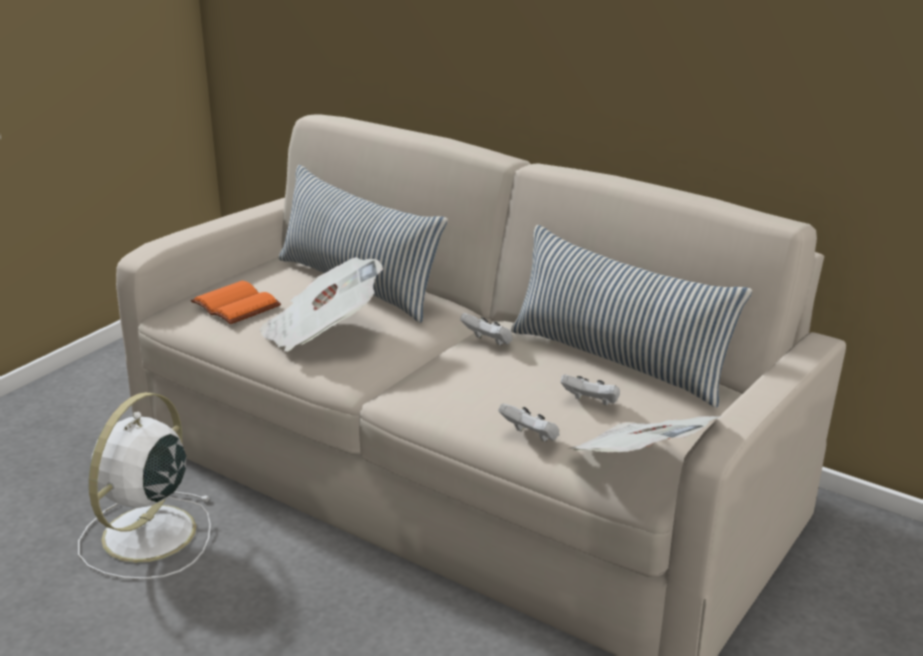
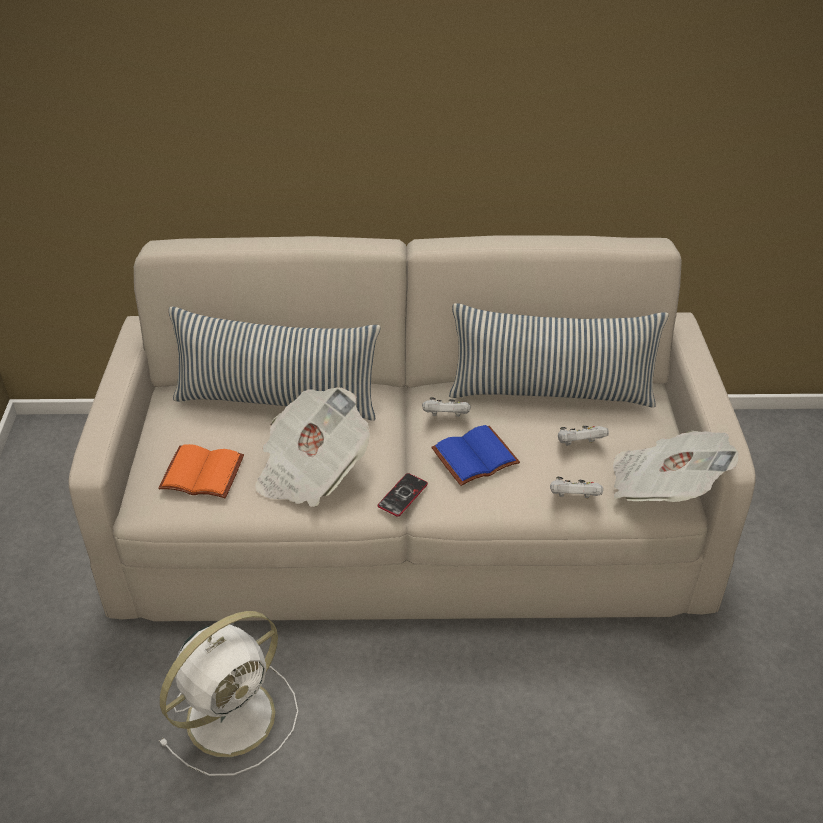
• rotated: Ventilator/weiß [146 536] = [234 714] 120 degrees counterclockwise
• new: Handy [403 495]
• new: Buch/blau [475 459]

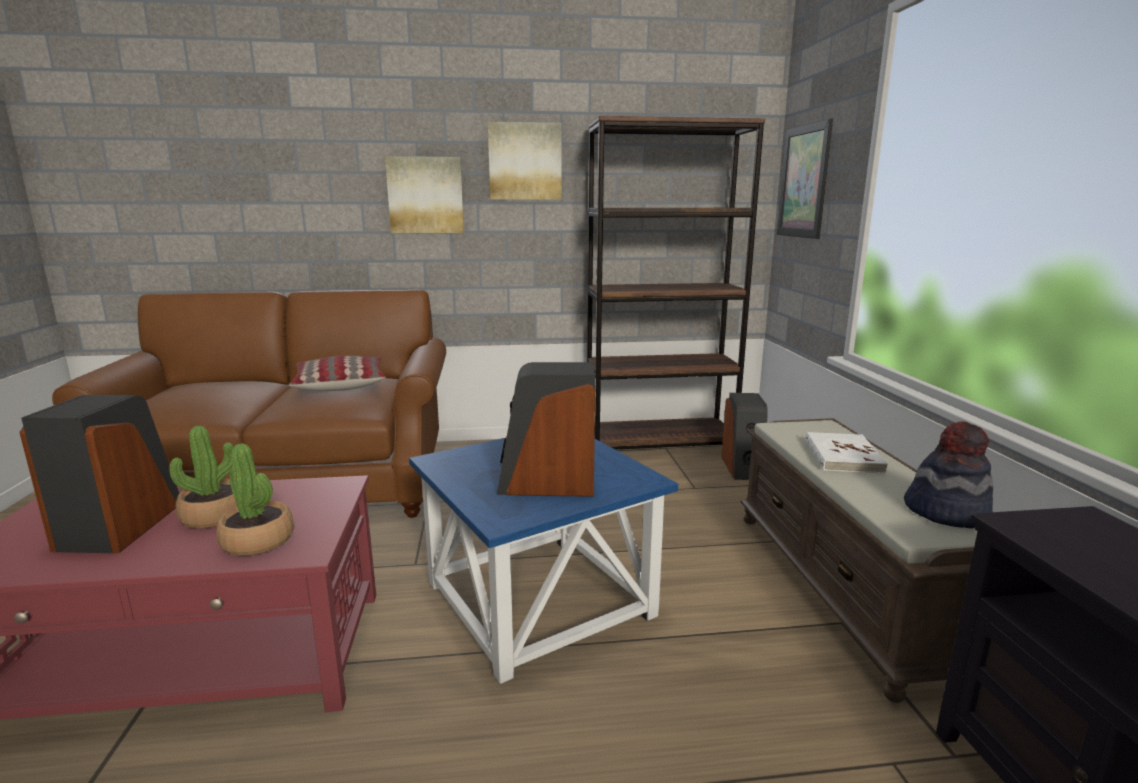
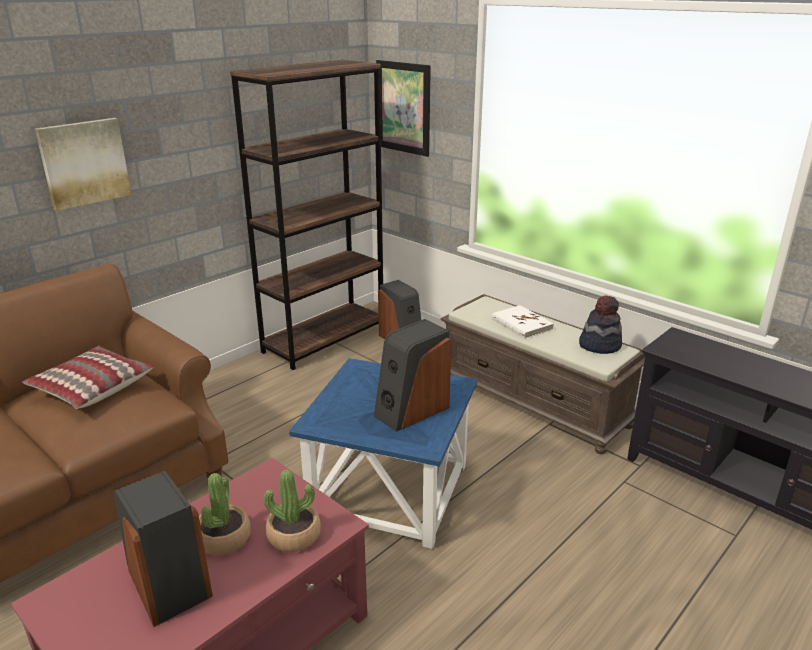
• gone: Bild [525 161]

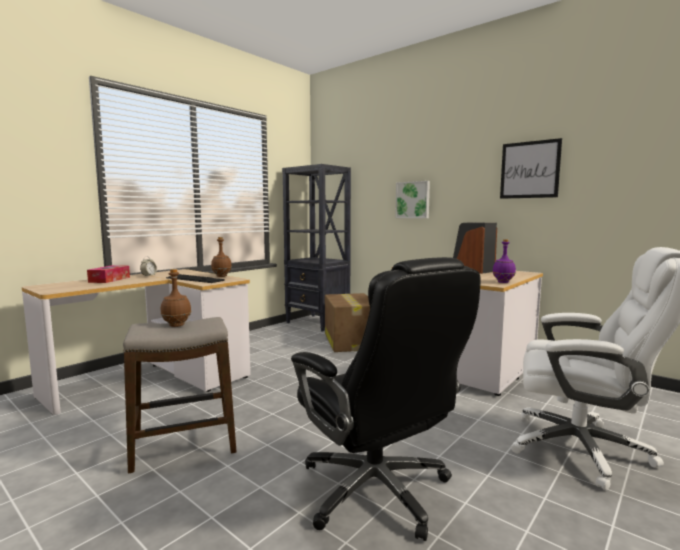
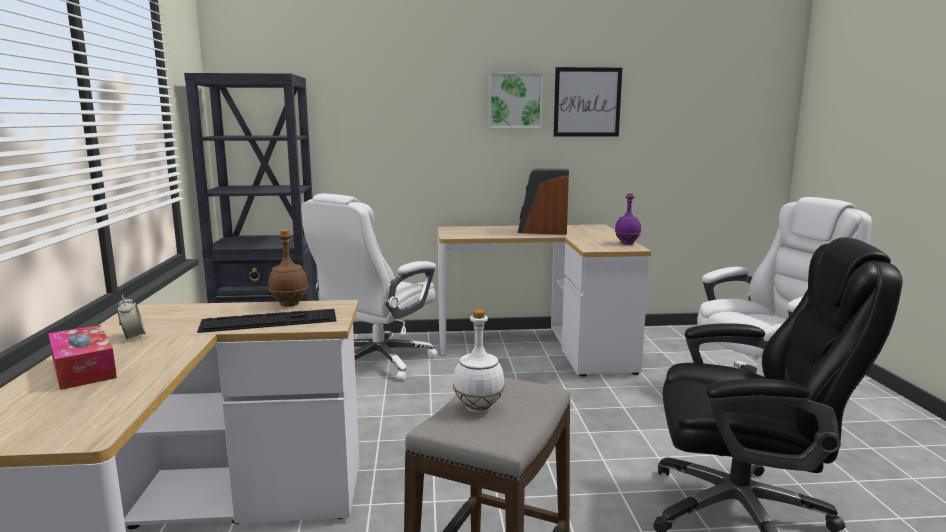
• swapped: Karton [349 341] to Bürostuhl/weiß [376 362]
• repainted: Flasche/braun [176 325] to Flasche/weiß [479 408]
• shifted: Bild [413 200] to [515 100]

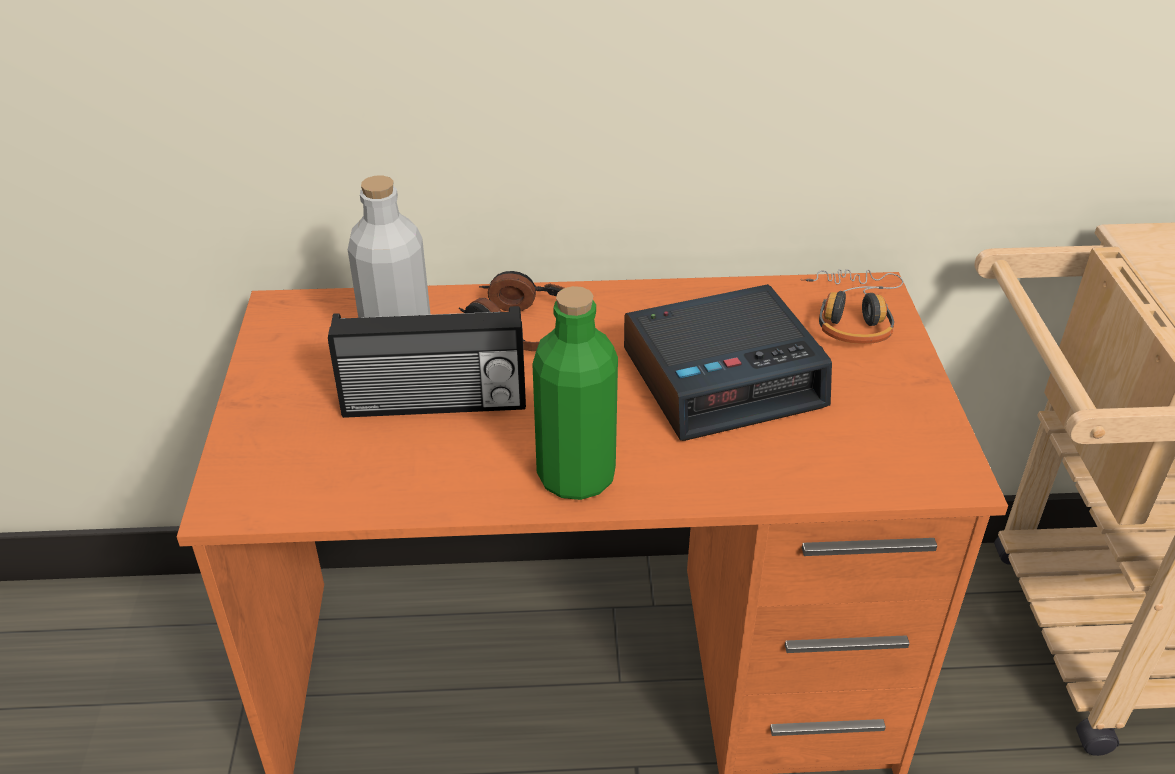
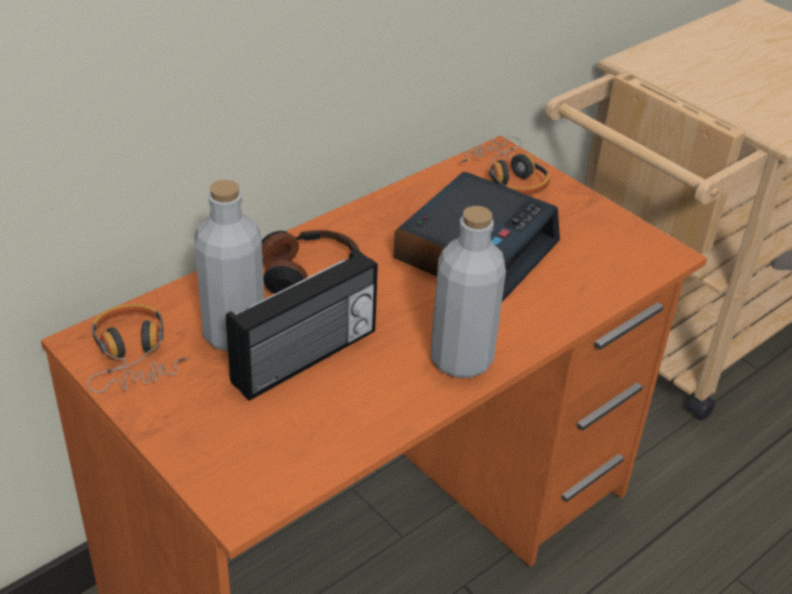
• new: Kopfhörer [134 357]
• repainted: Flasche/grün [576 476] to Flasche/grau [461 360]

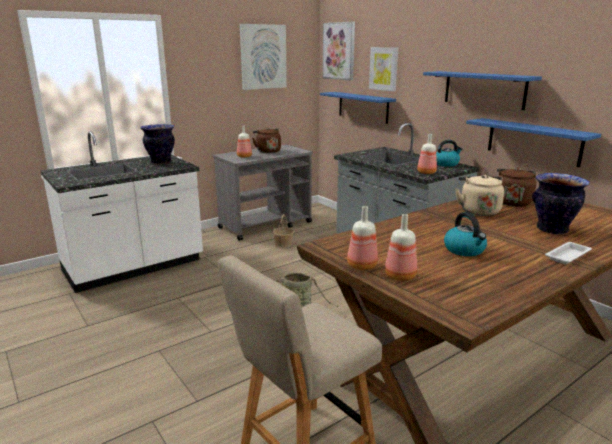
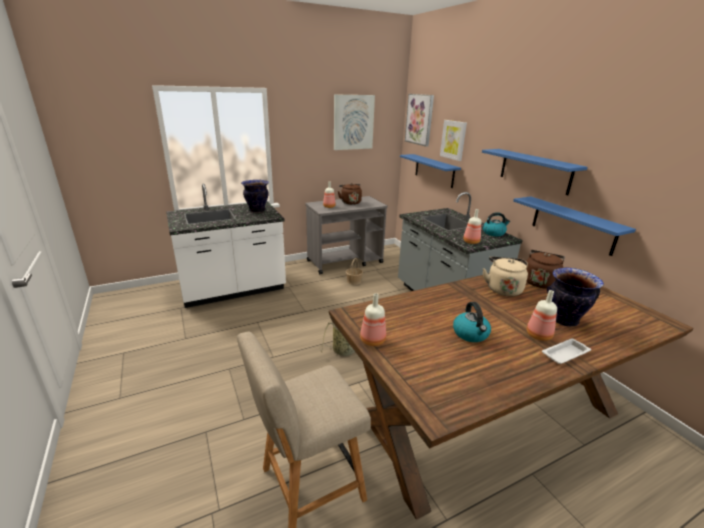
• shifted: Flasche [401 276] to [539 336]

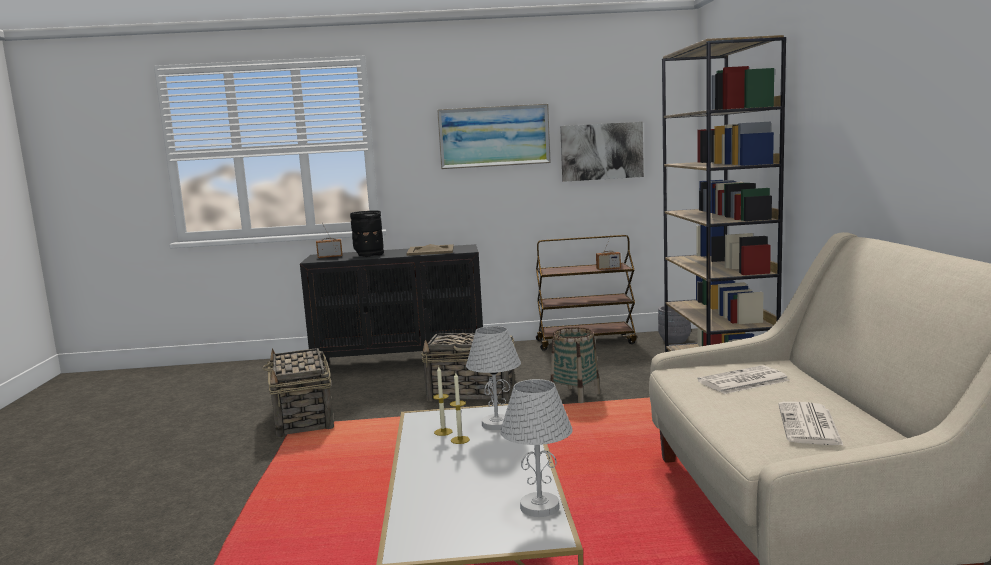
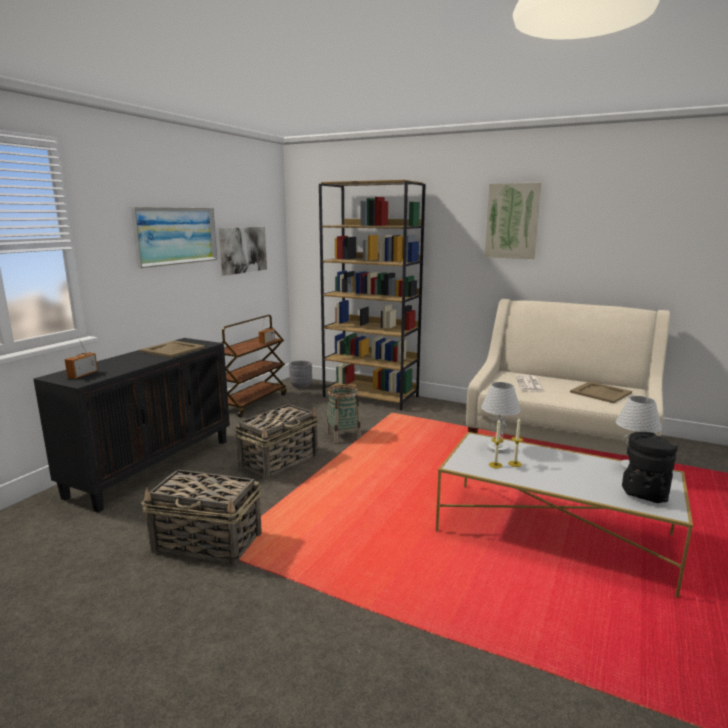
• new: Bild [512 221]
• swapped: Zeitung [810 425] to Tablett/beige [601 392]
• shifted: Vase/schwarz [369 254] to [643 495]

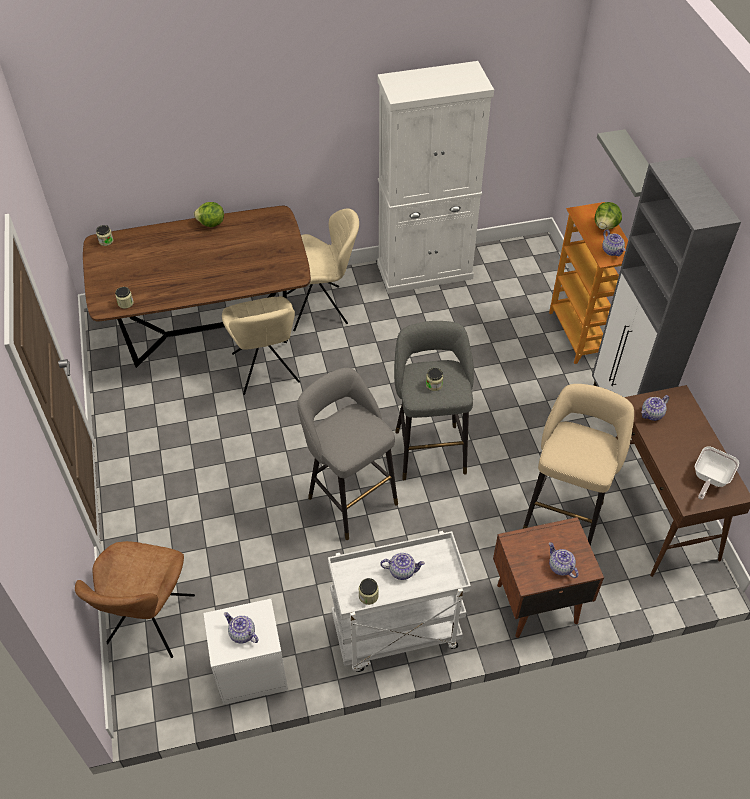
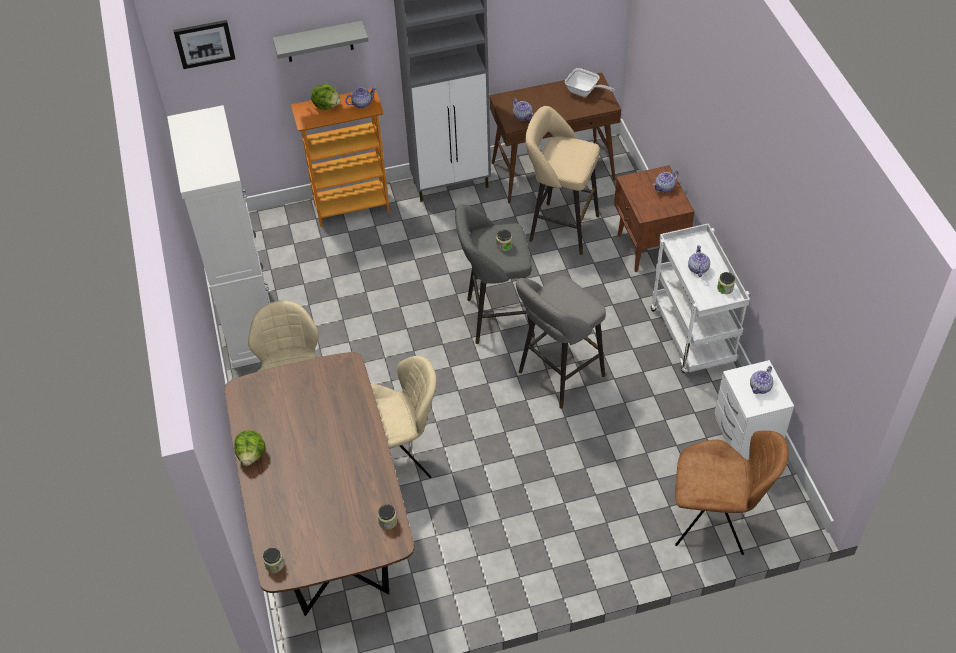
• new: Bild [204 43]

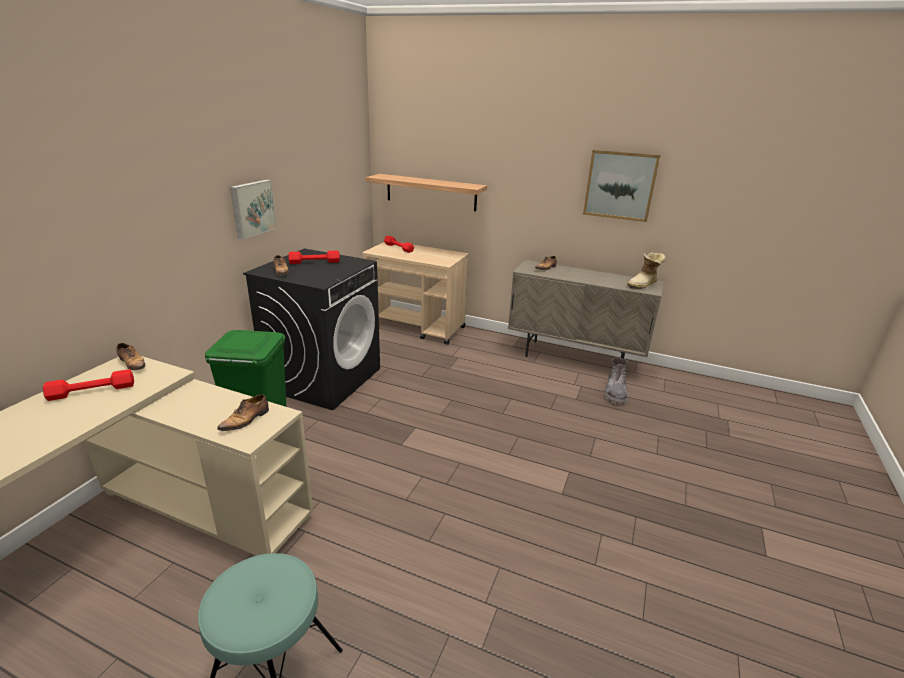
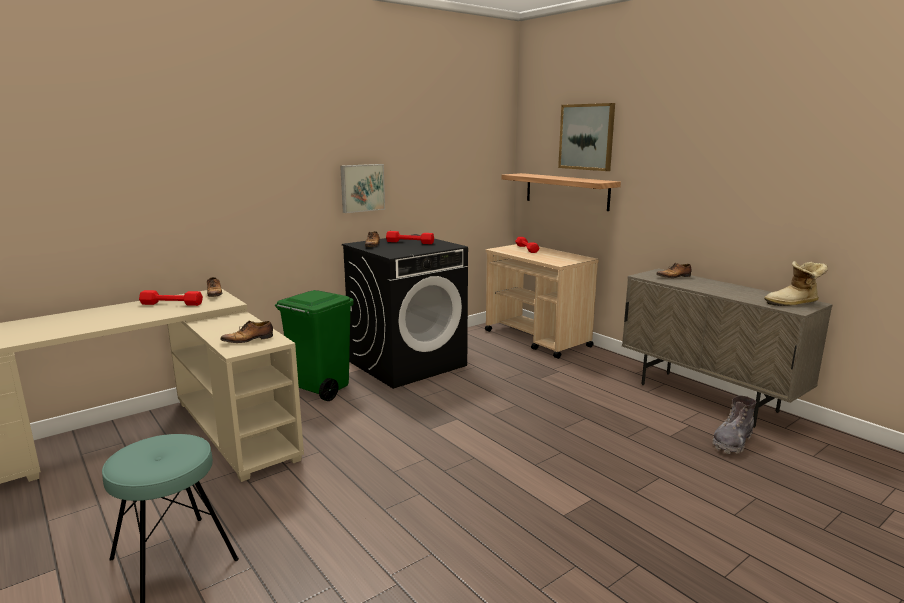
• shifted: Bild [620 185] to [586 137]

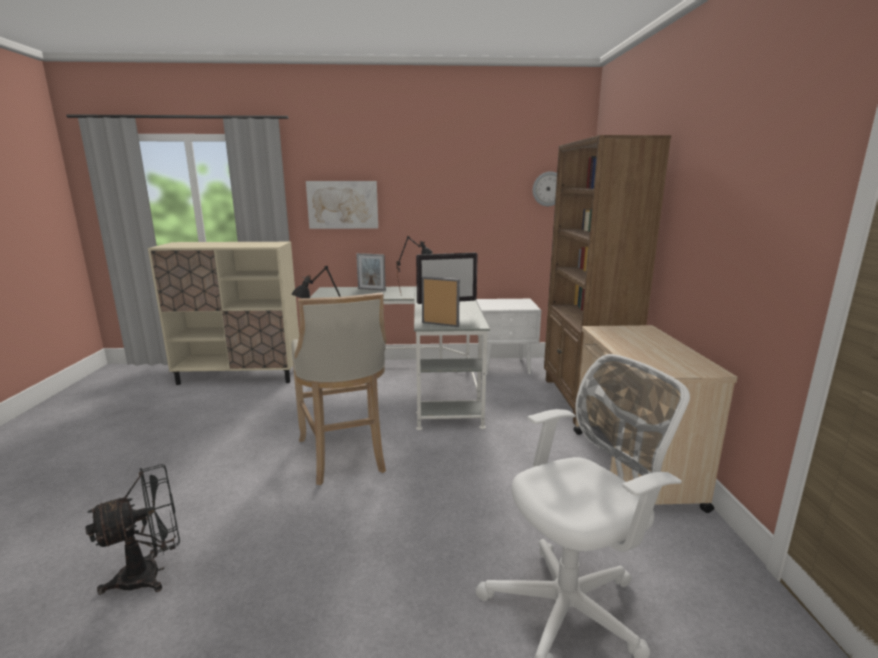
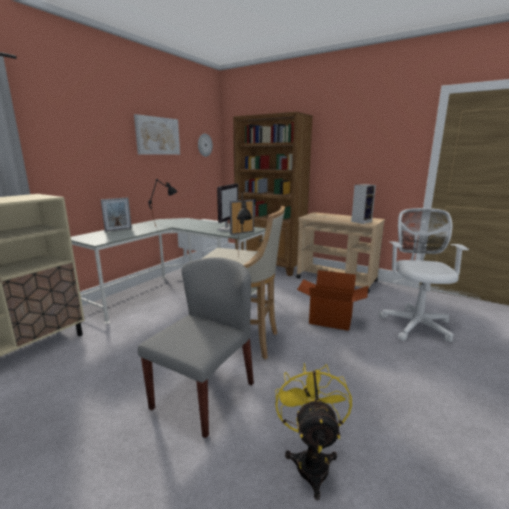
• shifted: Bild [343 204] to [157 136]
• new: Stuhl/grau [204 394]
• repainted: Ventilator/schwarz [151 573] to Ventilator/gelb [311 460]
• new: Karton [330 320]
• new: Lautsprecher [361 221]

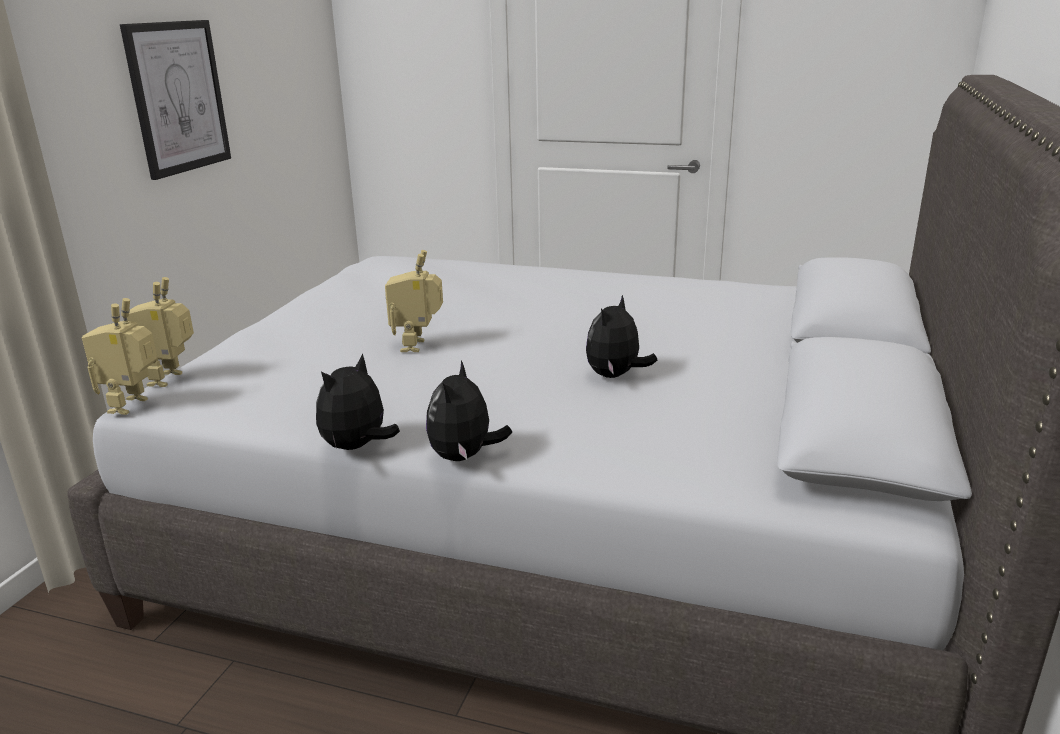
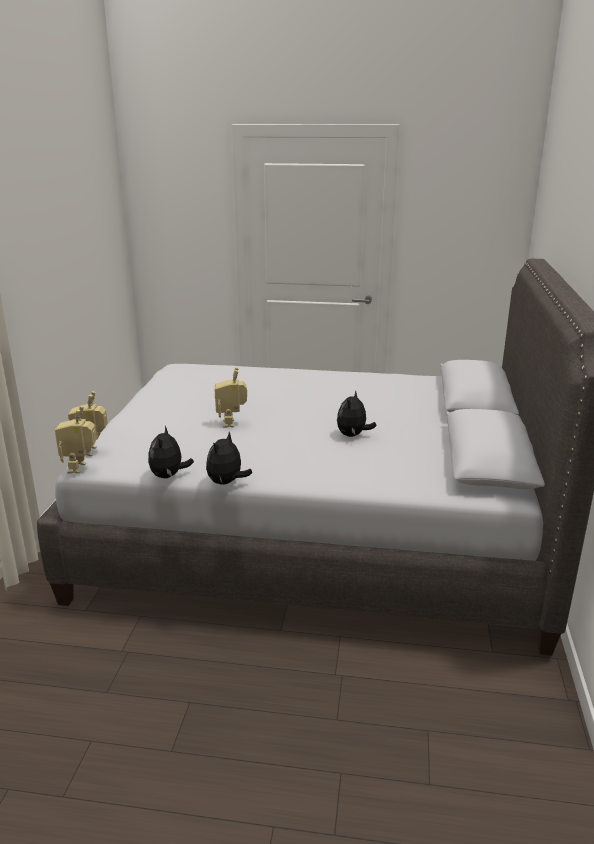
• shifted: Plüschtier [464 457] to [169 476]
• gone: Bild [178 97]

